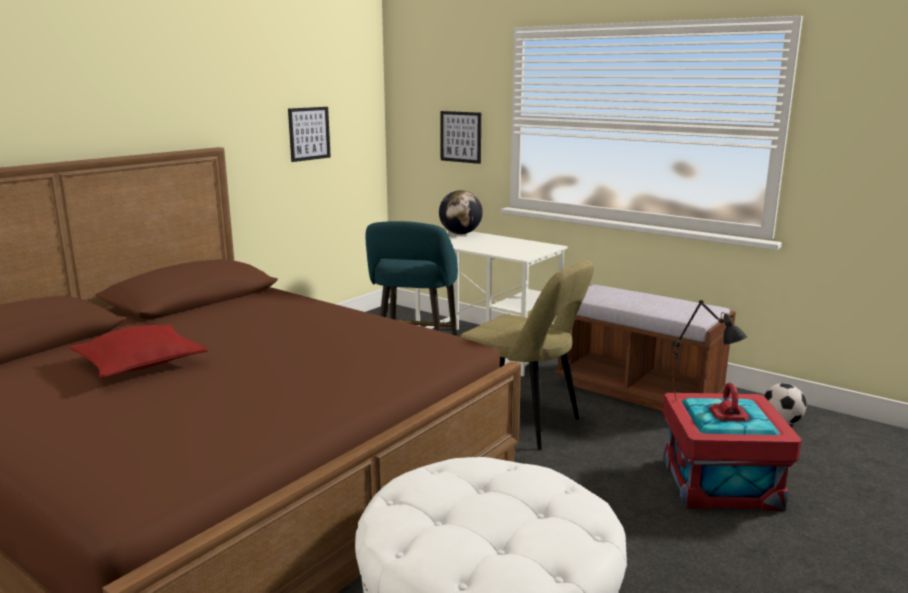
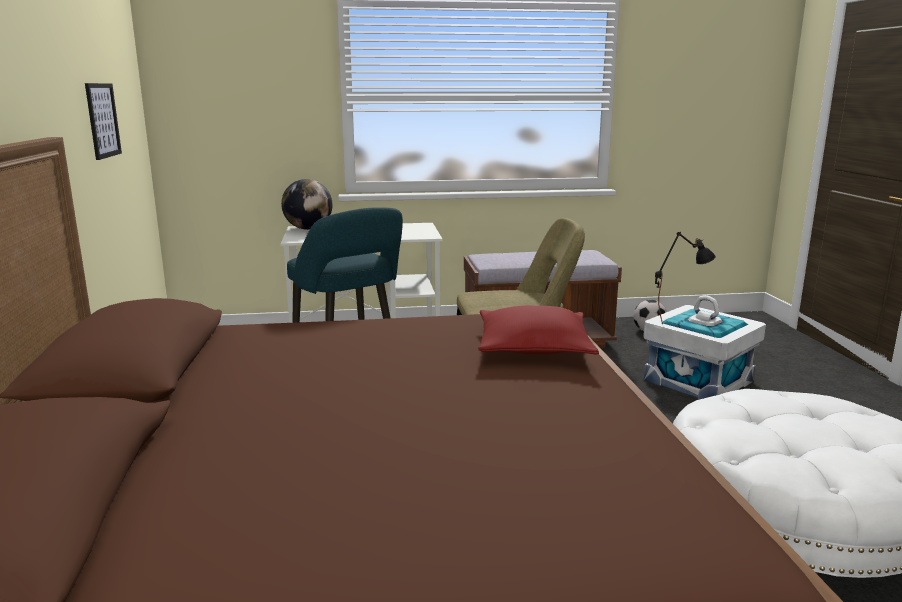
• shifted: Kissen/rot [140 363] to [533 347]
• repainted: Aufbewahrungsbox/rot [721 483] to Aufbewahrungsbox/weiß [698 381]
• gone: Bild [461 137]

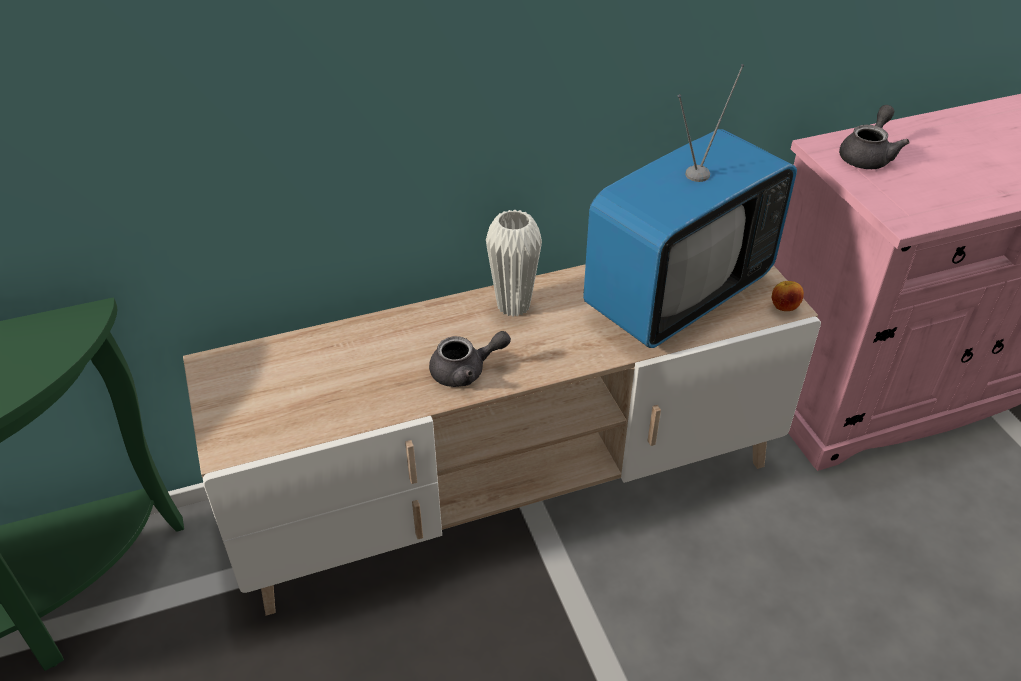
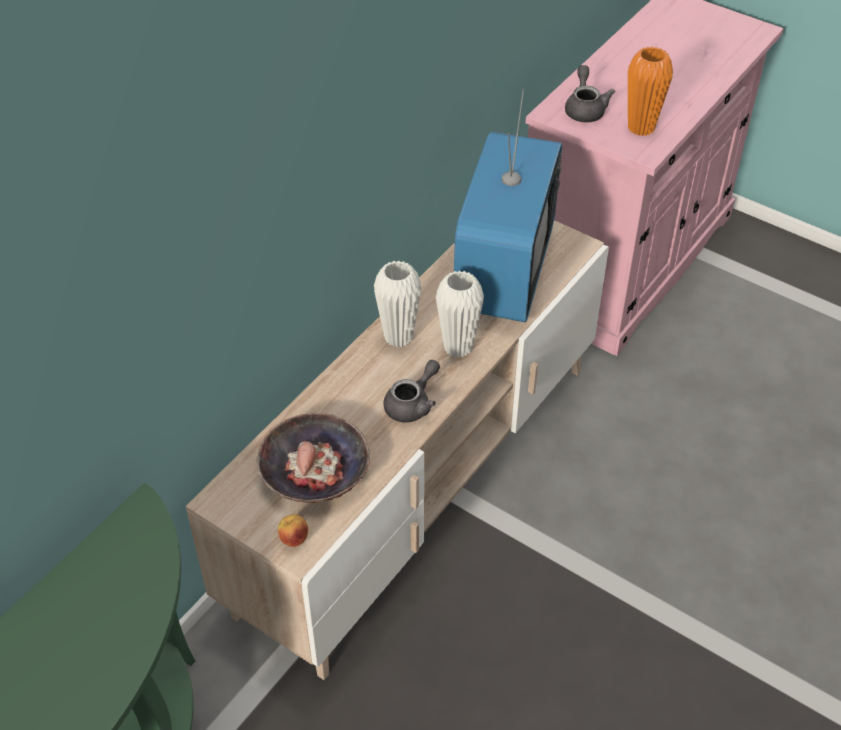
• new: Schüssel [315 471]
• shifted: Apfel [784 307] to [293 539]
• new: Vase/weiß [458 347]
• new: Vase/orange [641 128]

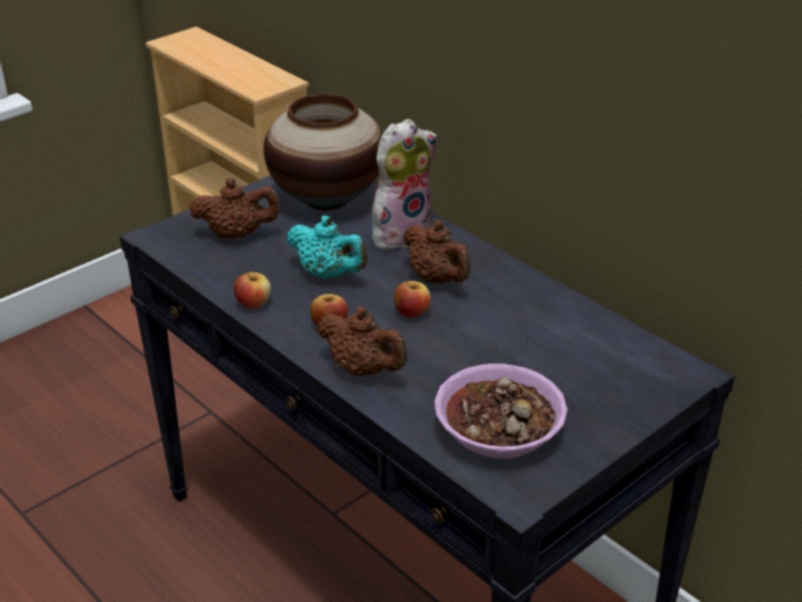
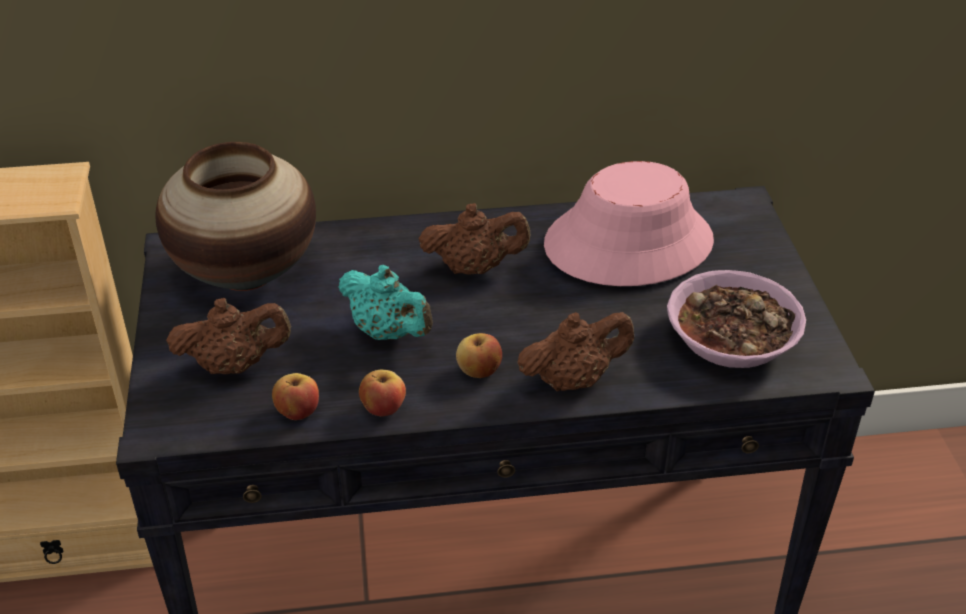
• rotated: Teekanne/braun [237 234] = [234 365] 45 degrees clockwise
• shifted: Apfel [411 312] to [297 411]
• rotated: Teekanne/türkis [328 274] = [388 332] 60 degrees clockwise
• new: Hut/rosa [628 243]
• gone: Plüschtier [400 234]

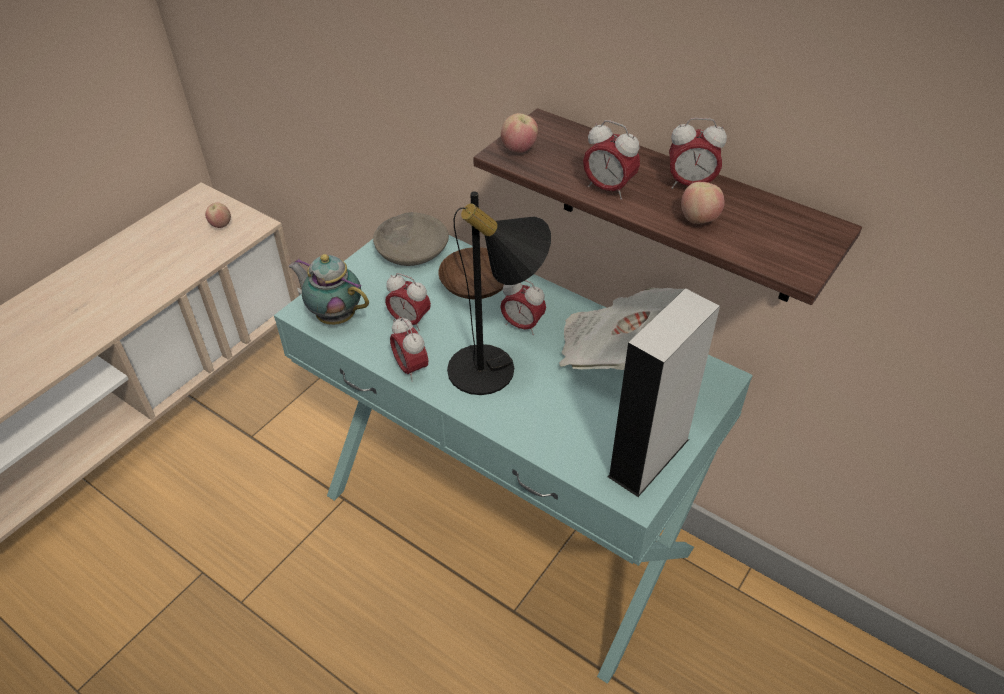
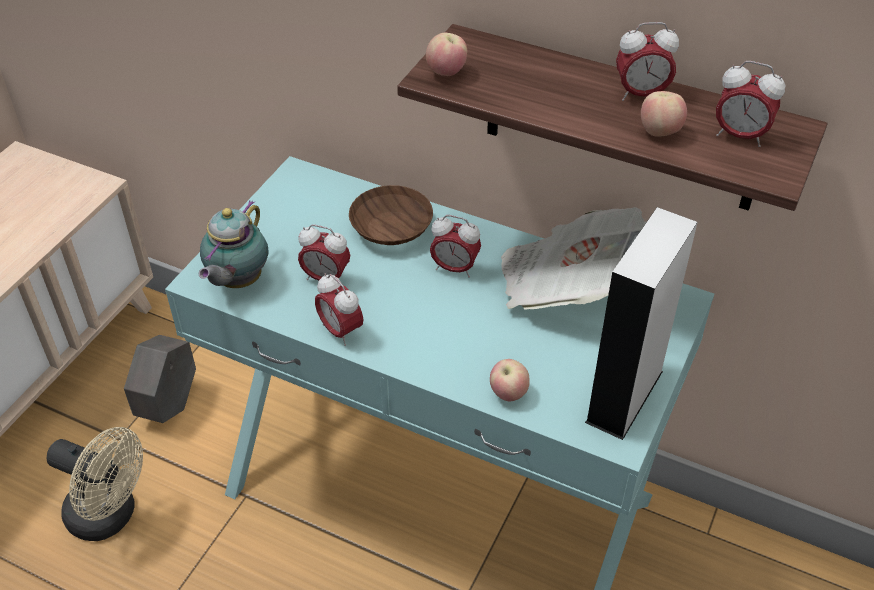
• new: Ventilator/beige [110 516]
• new: Pflanzkübel/grau [169 406]
• rotated: Teekanne [334 316] = [237 282] 90 degrees counterclockwise
• shifted: Apfel [221 225] to [508 393]
• shifted: Wecker [608 189] to [740 136]
• gone: Schüssel/grau [412 249]
• gone: Tischlampe/schwarz [495 369]

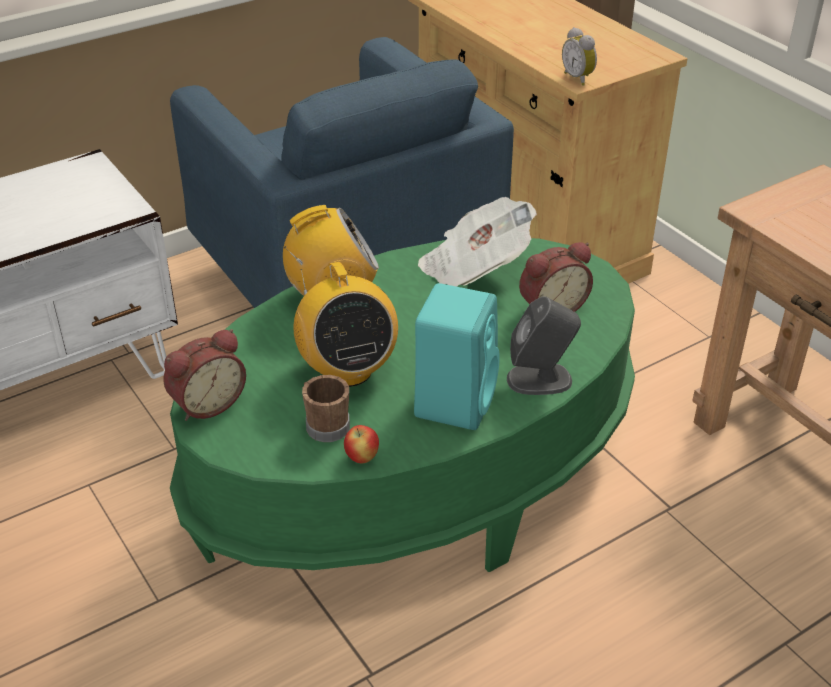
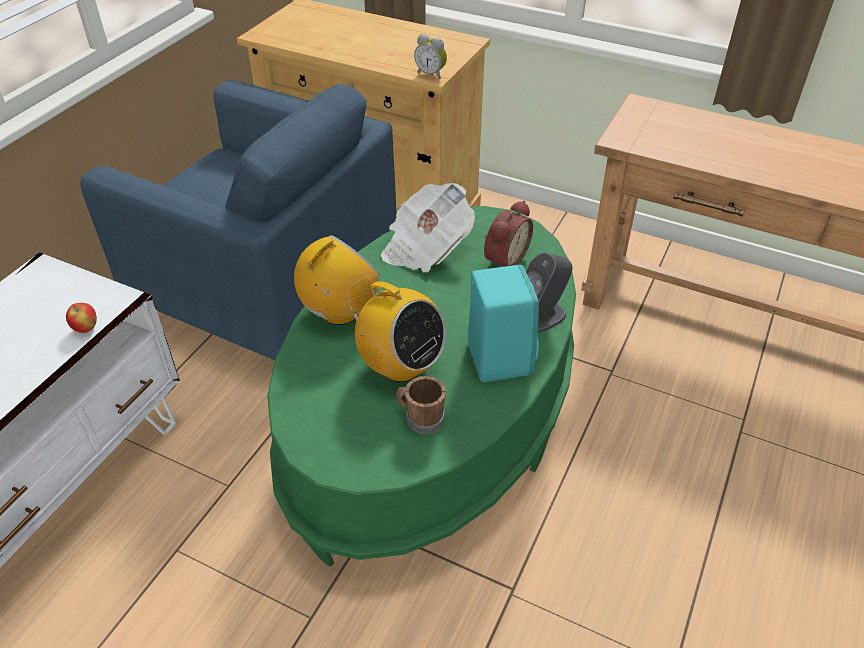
• shifted: Apfel [362 458] to [86 328]
• gone: Wecker [206 403]

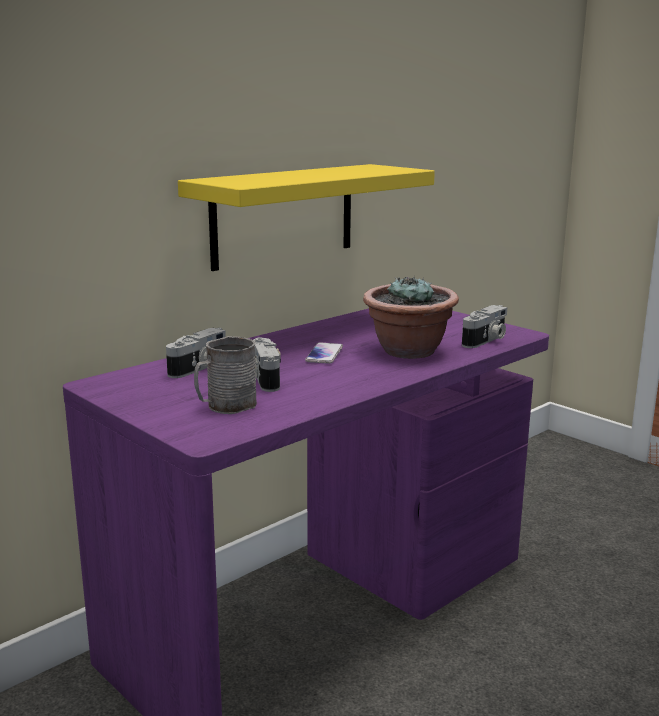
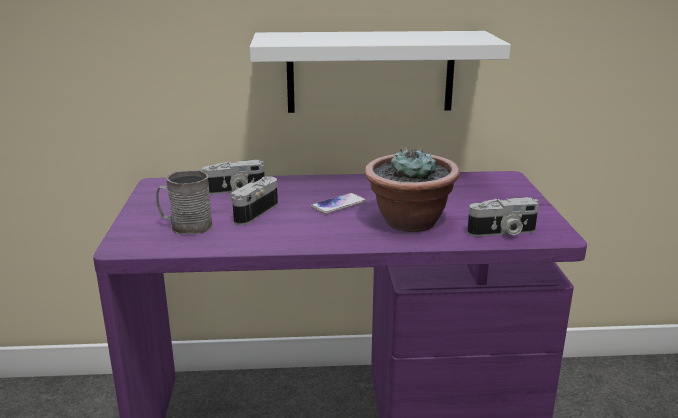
• repainted: Wandregal/gelb [283 215] to Wandregal/weiß [370 72]

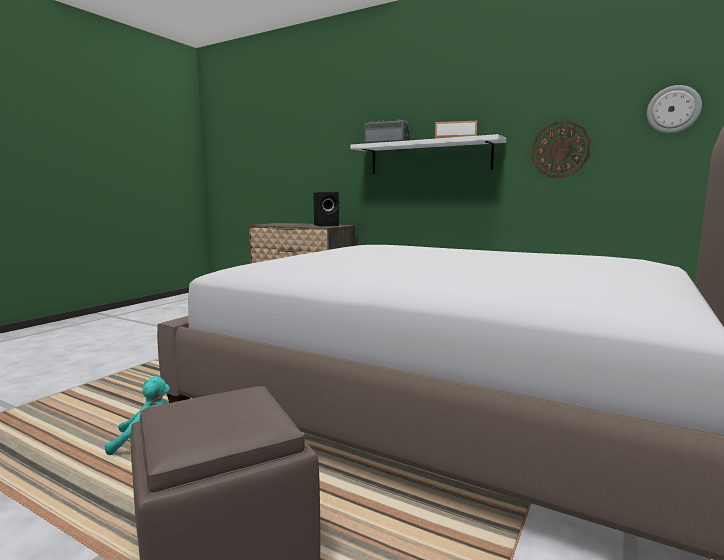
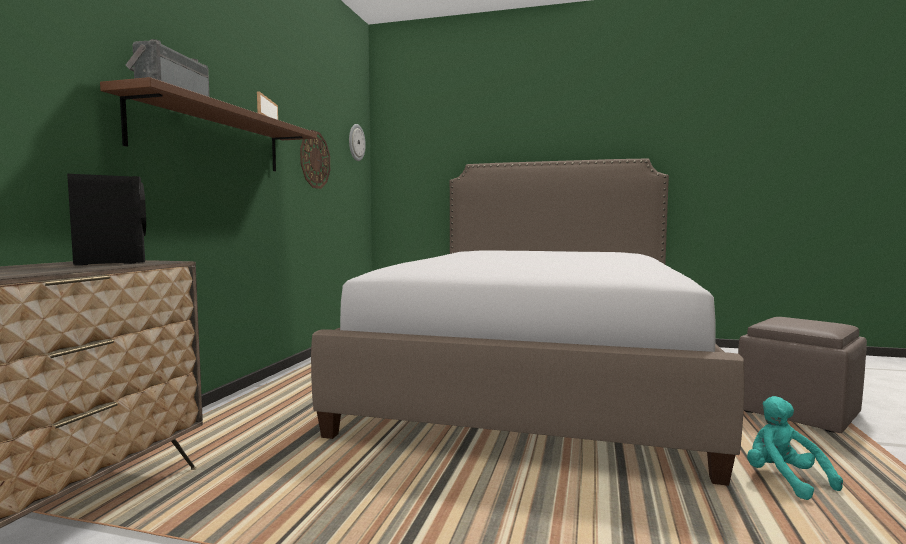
• repainted: Wandregal/weiß [429 157] to Wandregal/braun [212 137]

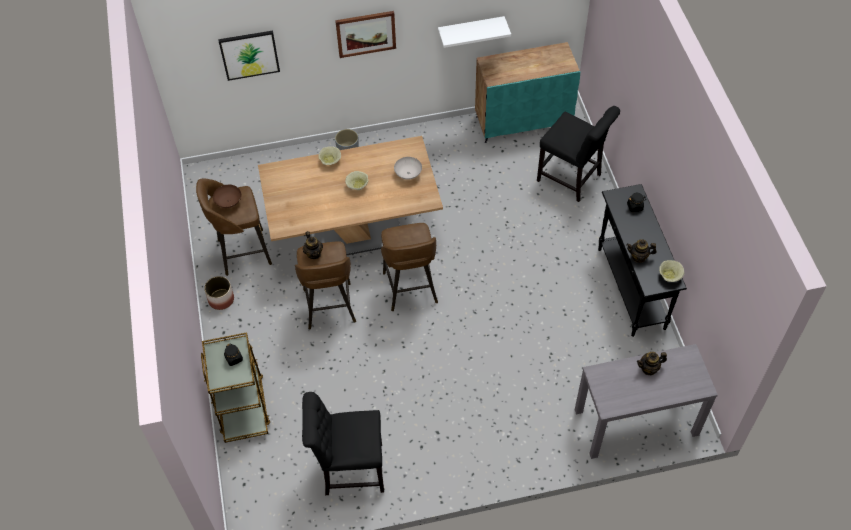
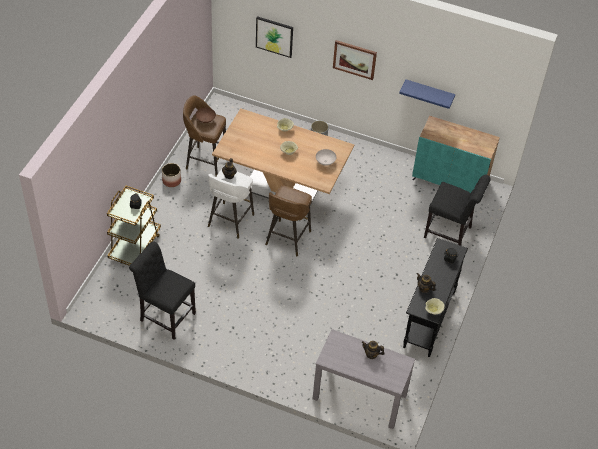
• repainted: Hocker/braun [329 307] to Hocker/weiß [230 221]
• repainted: Wandregal/weiß [471 30] to Wandregal/blau [429 93]
• rotated: Stuhl/schwarz [572 179] = [450 233] 45 degrees counterclockwise

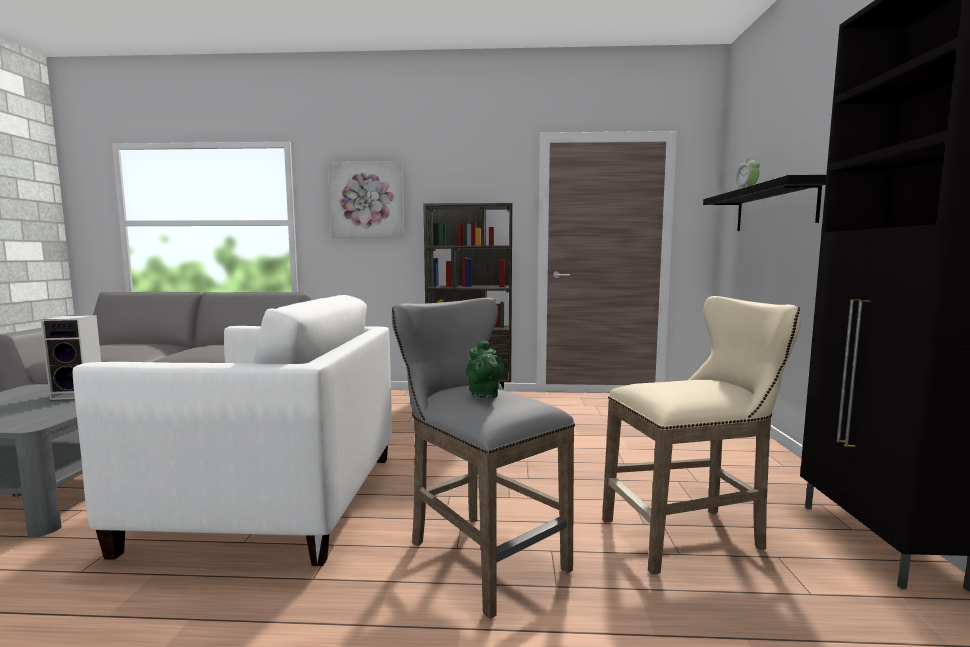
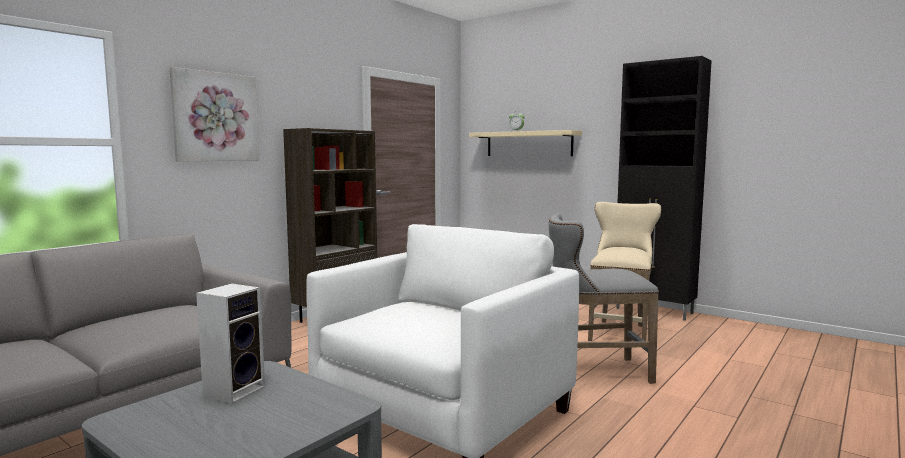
• repainted: Wandregal/schwarz [774 208] to Wandregal/beige [528 144]
• gone: Teekanne/grün [484 395]

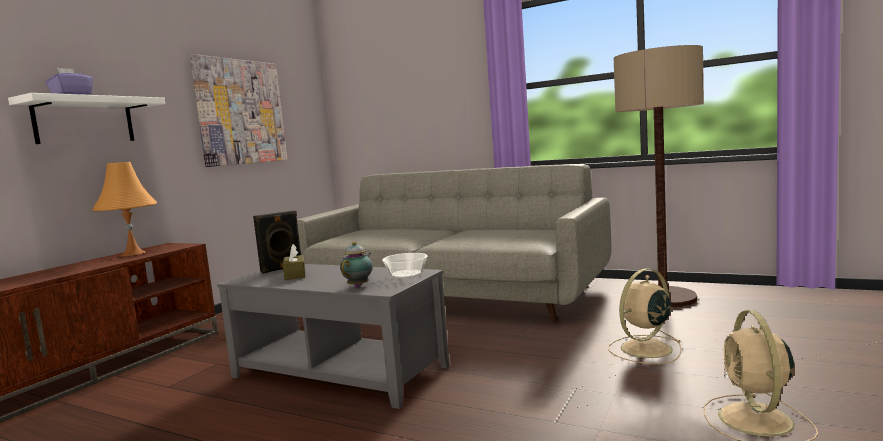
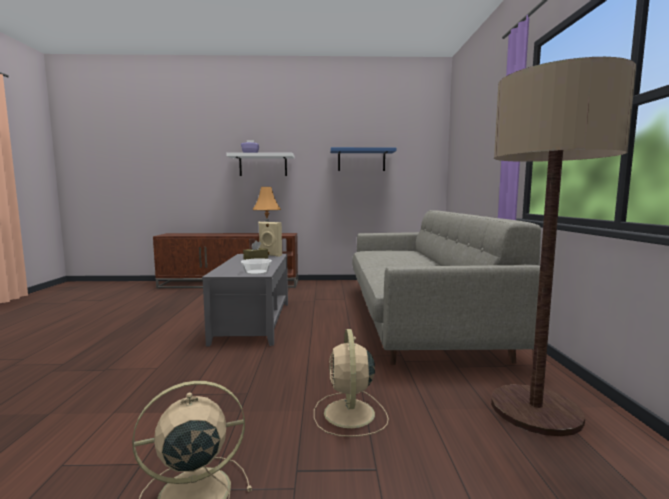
• repainted: Lautsprecher/schwarz [282 269] to Lautsprecher/beige [270 255]
• rotated: Ventilator/beige [644 349] = [349 414] 120 degrees counterclockwise
• swapped: Bild [240 112] to Wandregal/blau [361 160]
• gone: Teekanne [359 286]

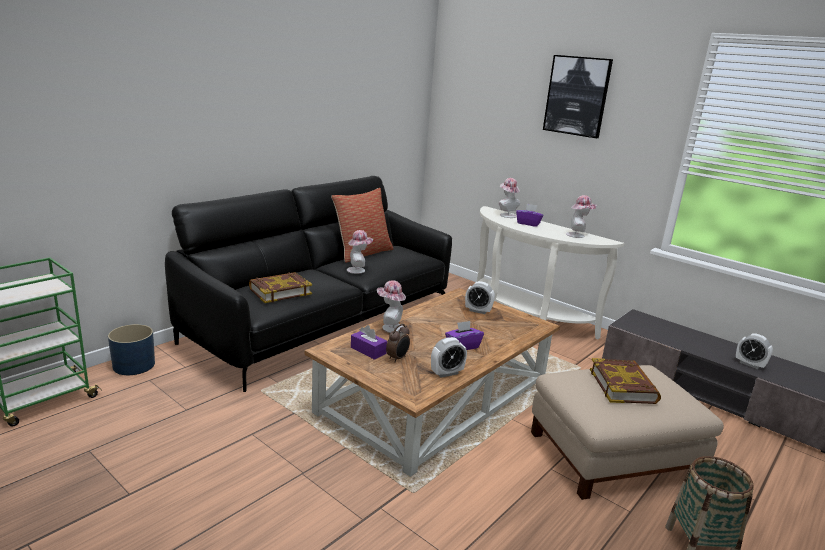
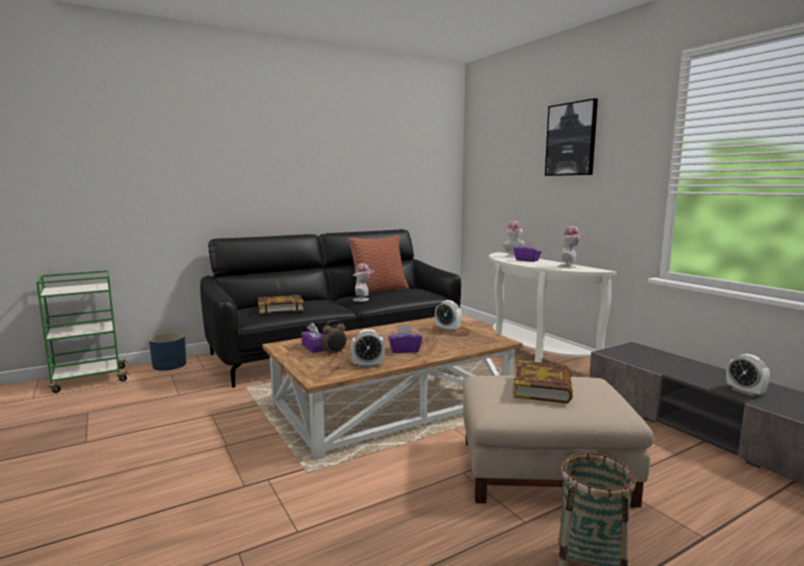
• gone: Hut [390 327]

